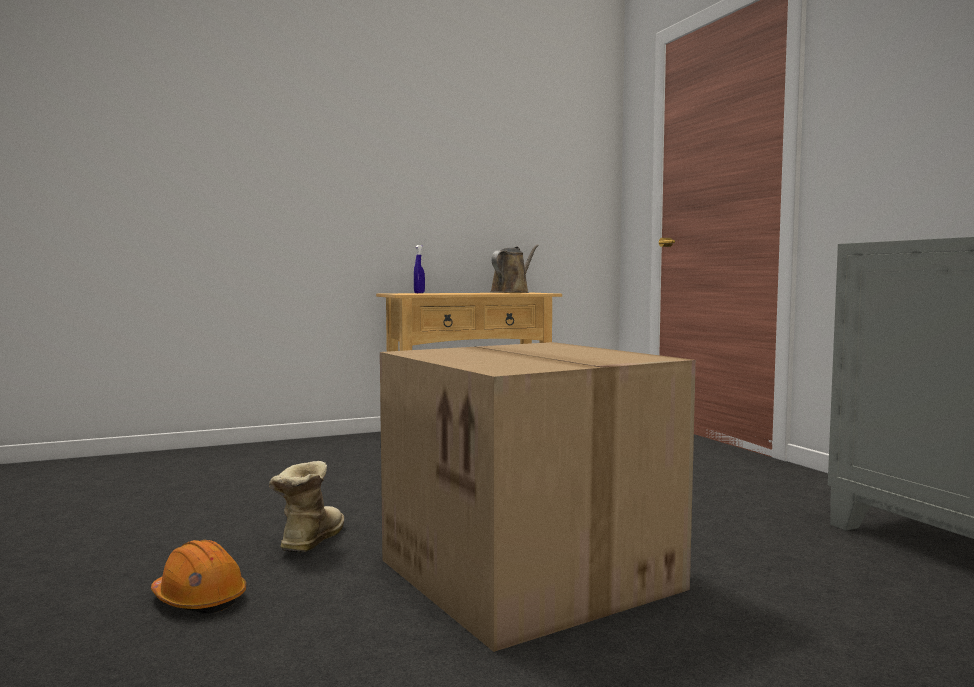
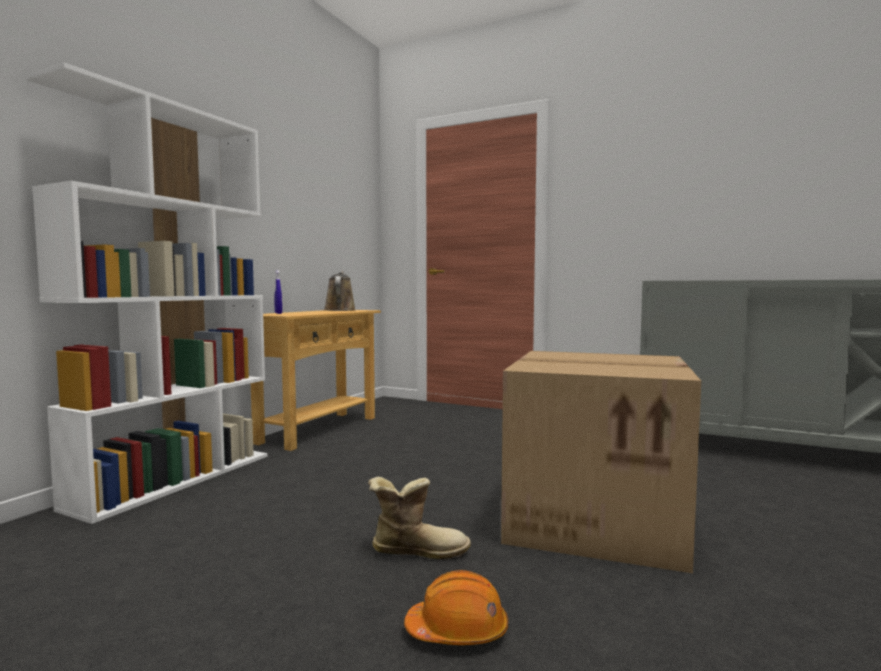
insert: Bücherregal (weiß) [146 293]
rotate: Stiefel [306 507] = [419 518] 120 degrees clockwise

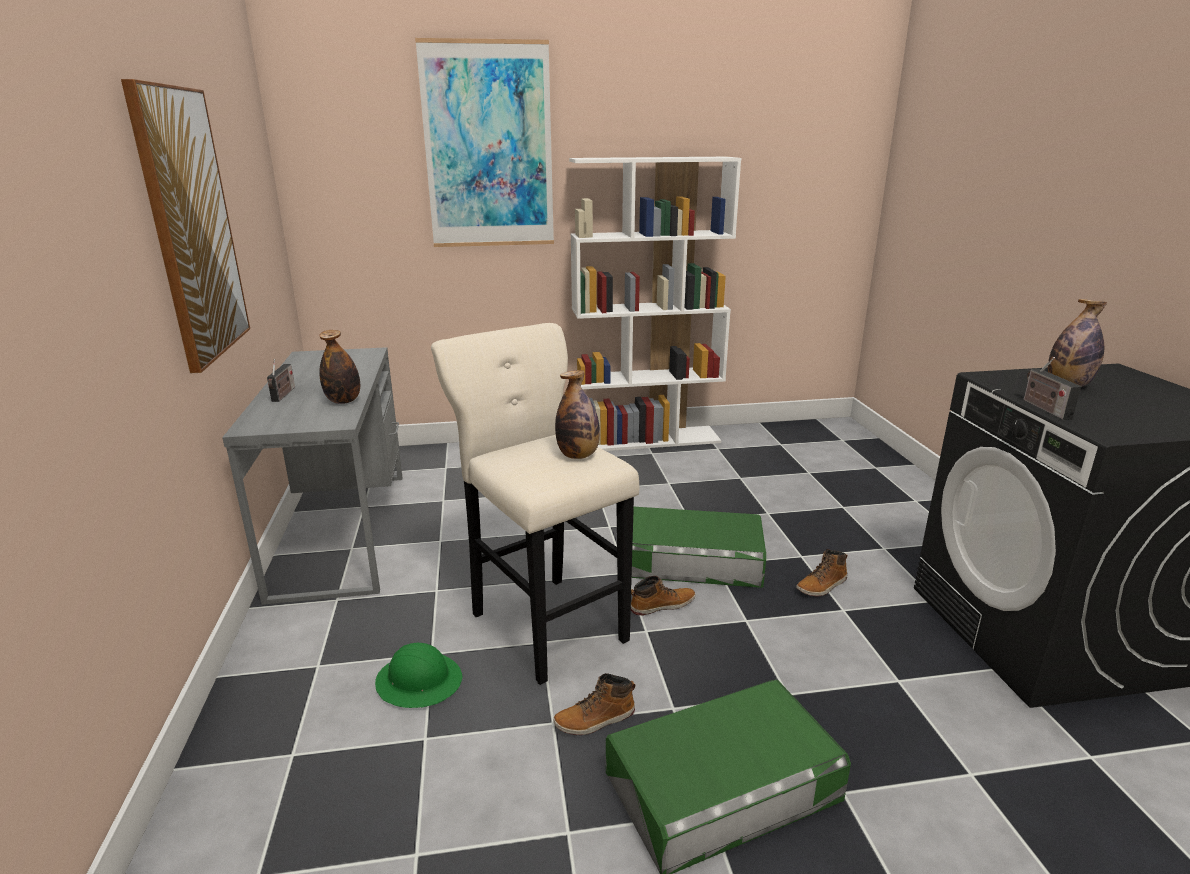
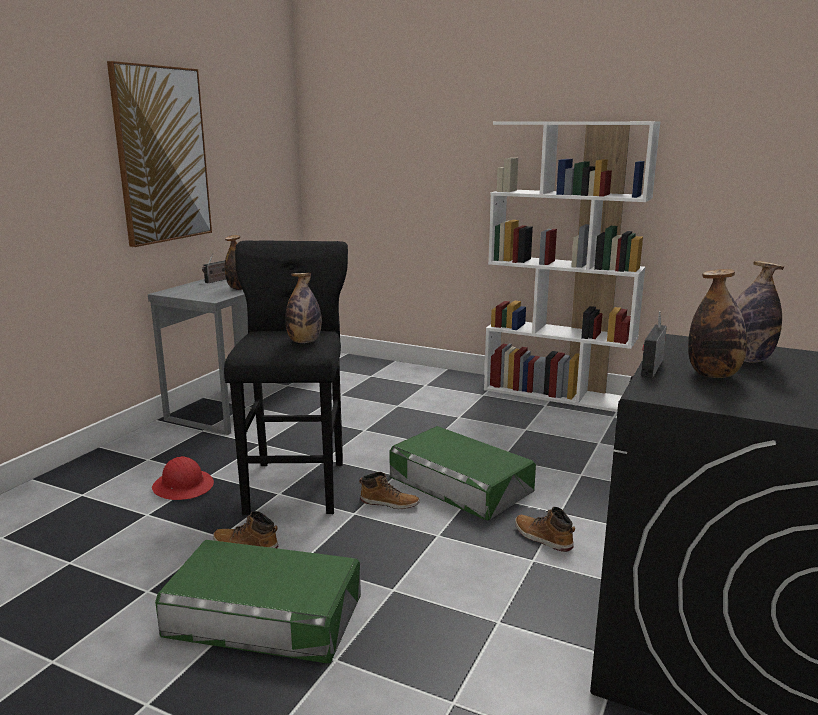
delete: Bild [484 142]
insert: Flasche [717 323]
recolor: Schutzhelm (grün) [418 675] to Schutzhelm (rot) [183 478]; Hocker (beige) [535 504] to Hocker (schwarz) [286 377]
rotate: Stiefel [821 572] = [545 529] 45 degrees clockwise

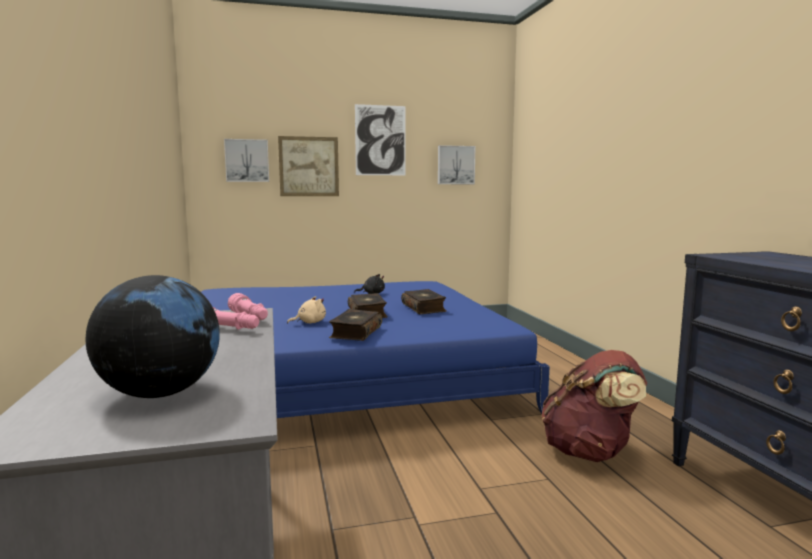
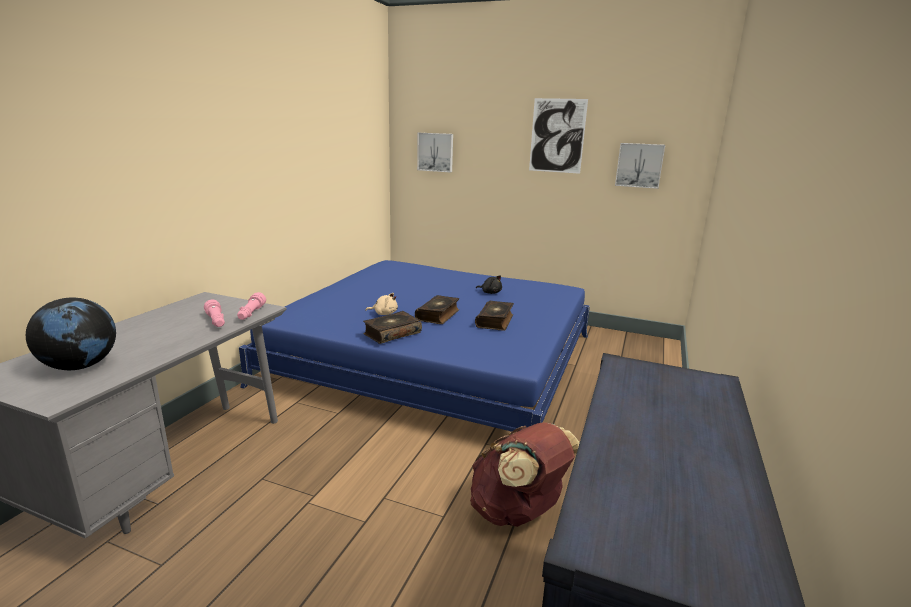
delete: Bild [308 166]

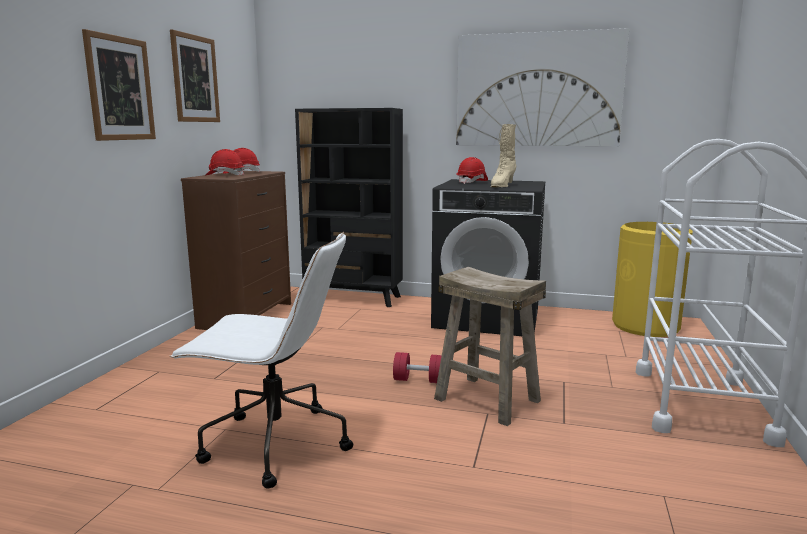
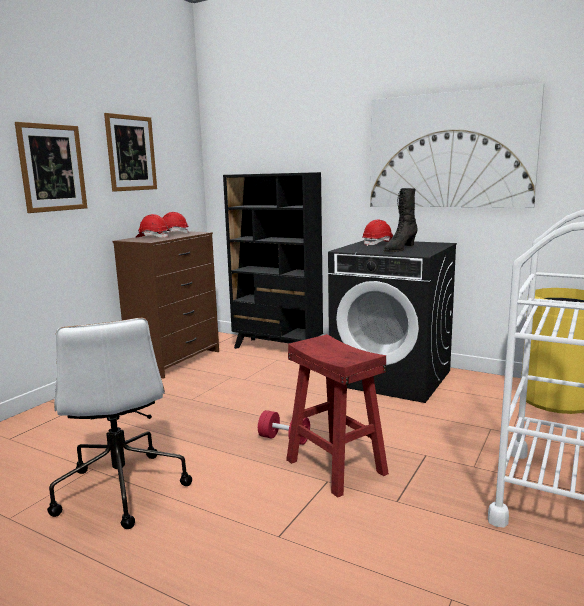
recolor: Hocker (beige) [490 346] to Hocker (rot) [337 416]; Stiefel (beige) [503 155] to Stiefel (schwarz) [401 220]
rotate: Bürostuhl (weiß) [261 360] = [119 423] 45 degrees clockwise

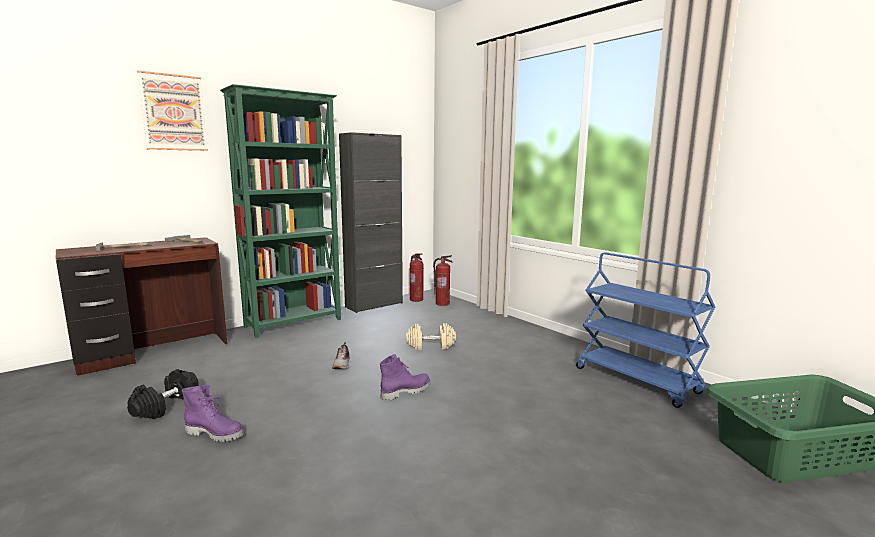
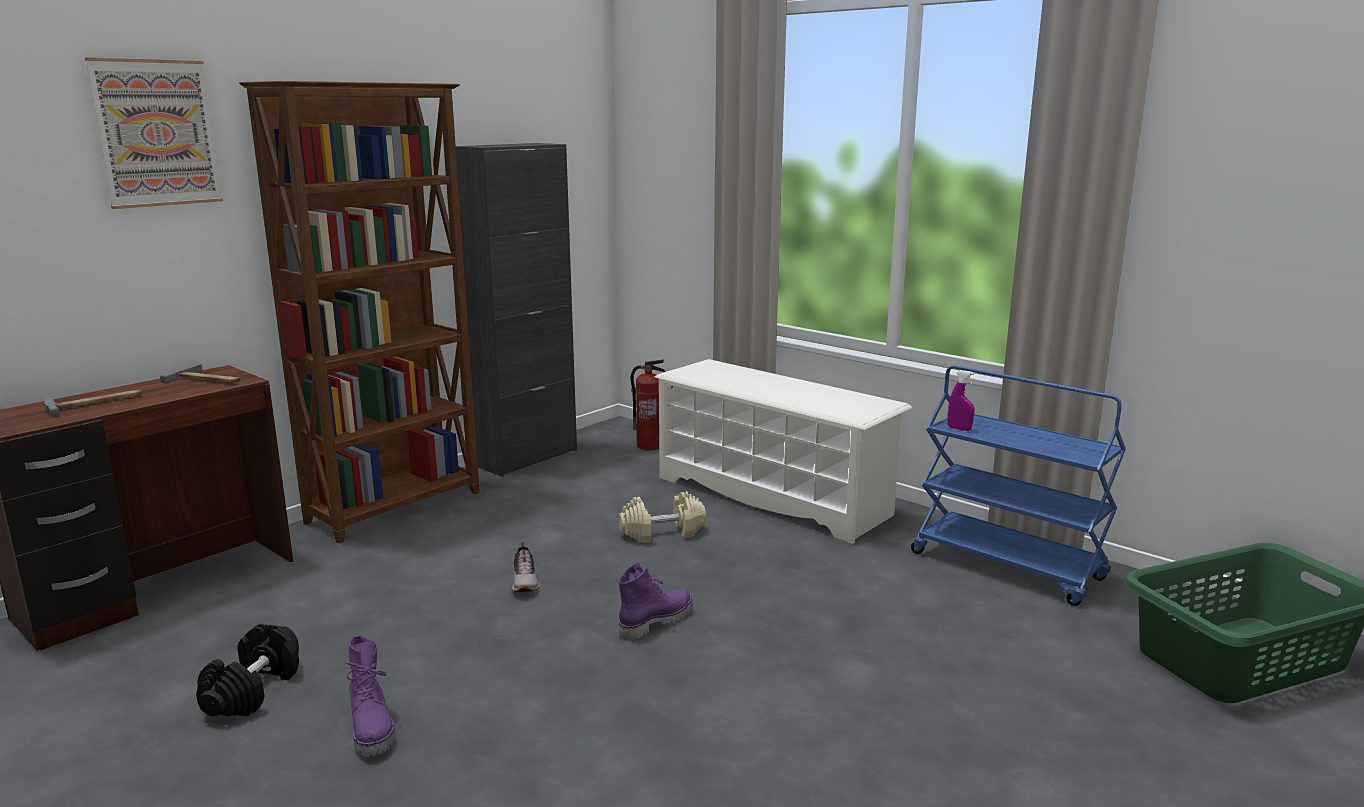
delete: Feuerlöscher [416 277]
insert: Schuhregal (weiß) [783 451]; Sprühflasche (lila) [961 400]
recolor: Bücherregal (grün) [280 211] to Bücherregal (braun) [359 312]
rotate: Stiefel (lila) [212 413] = [370 695] 60 degrees clockwise

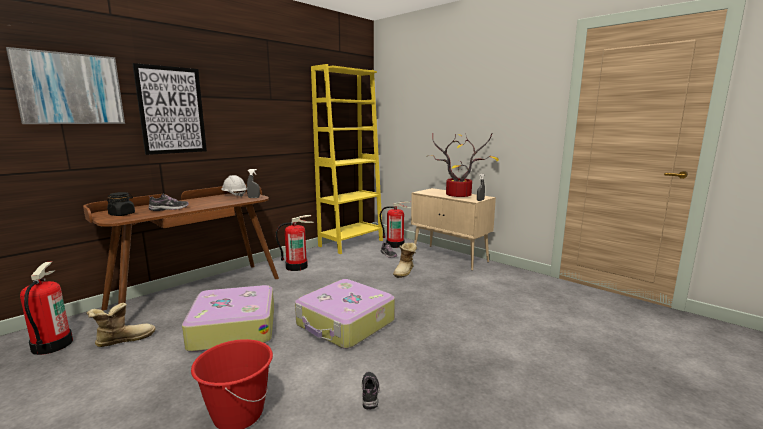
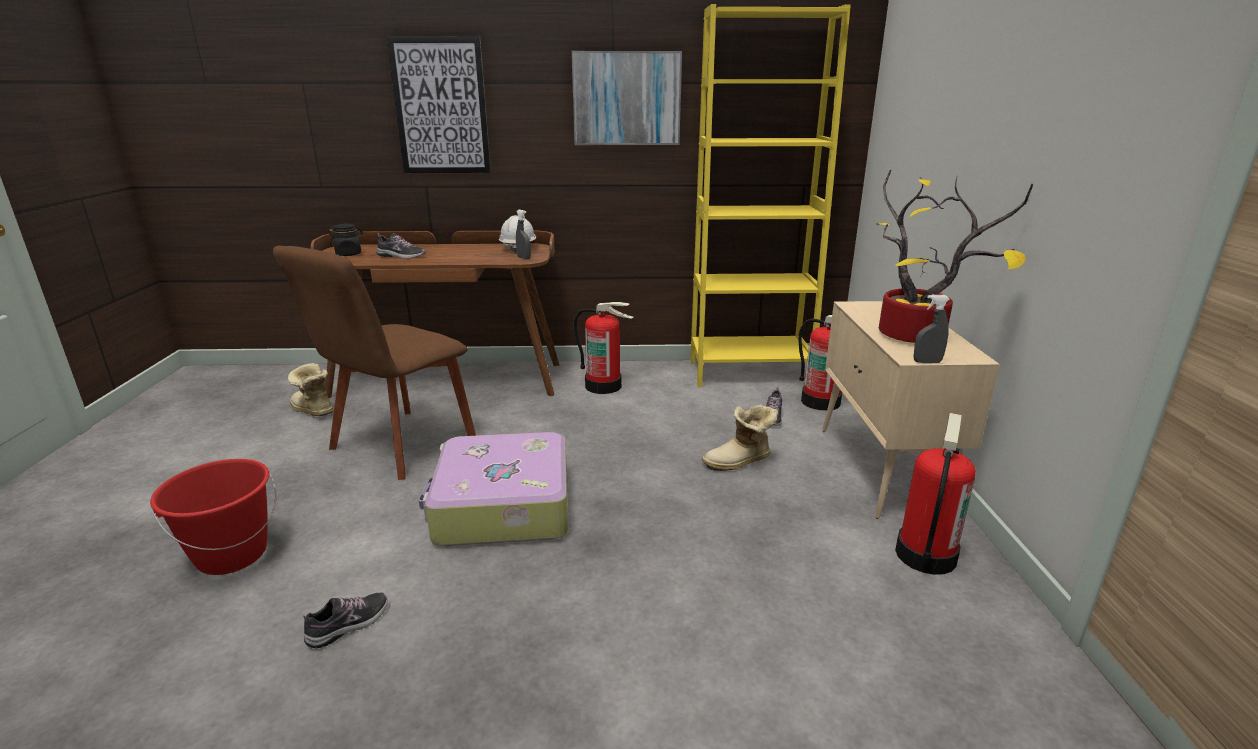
move: Bild [65 85] to [627 98]; Feuerlöscher [46 308] to [935 494]
replace: Koffer [228 318] to Stuhl (braun) [374 363]
rotate: Stiefel [121 325] = [310 389] 150 degrees counterclockwise

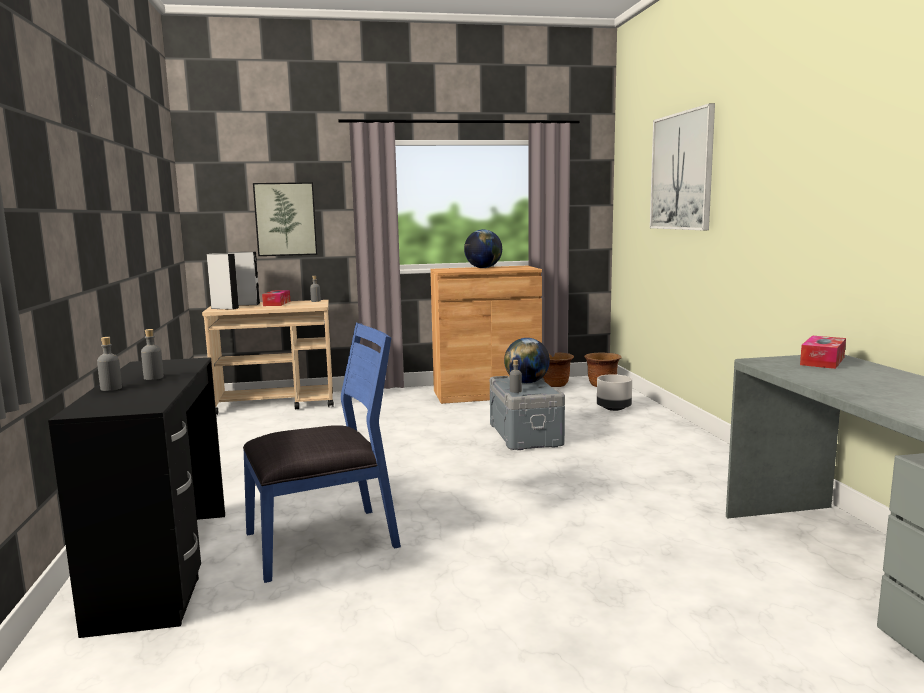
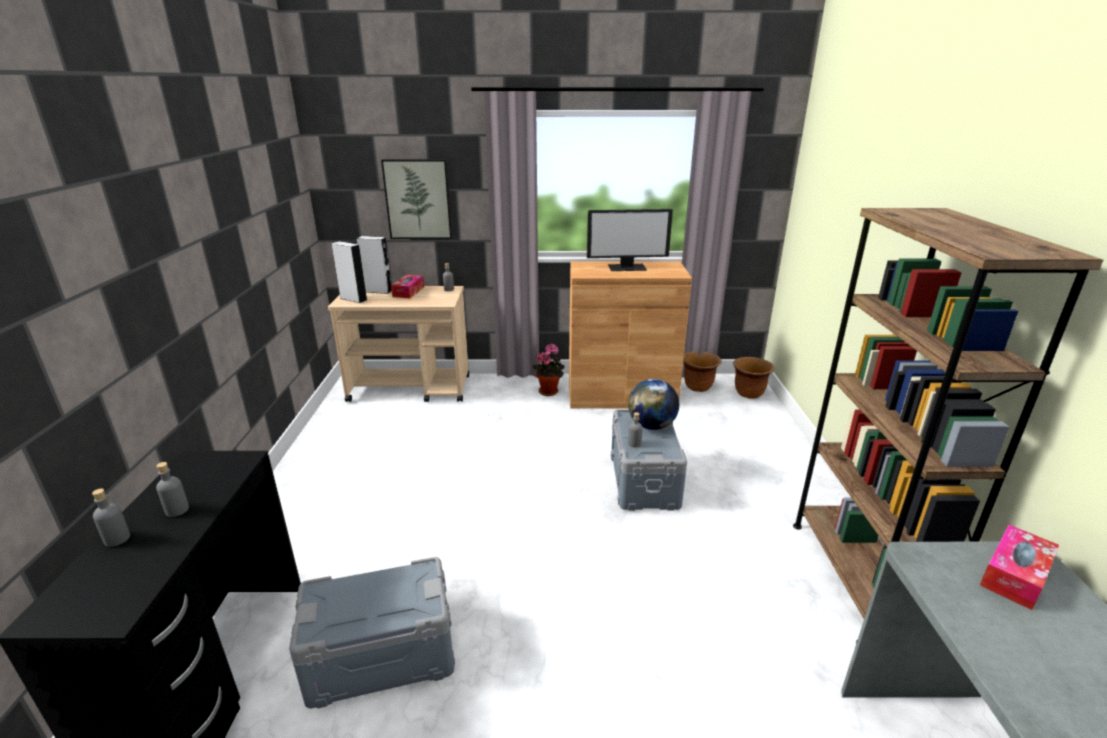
delete: Pflanzkübel (grau) [614 392]; Bild [682 166]
insert: Topfpflanze [548 369]; Bücherregal (braun) [948 425]
replace: Stuhl (blau) [322 453] to Aufbewahrungsbox (grau) [372 632]; Globus [483 248] to Monitor [630 240]

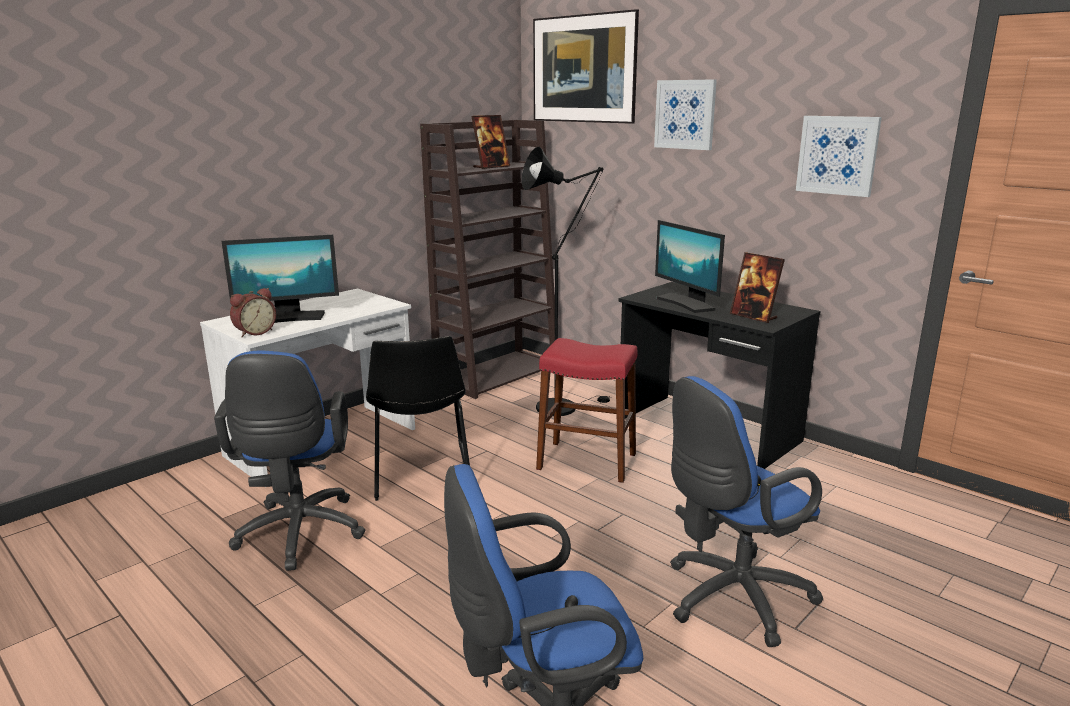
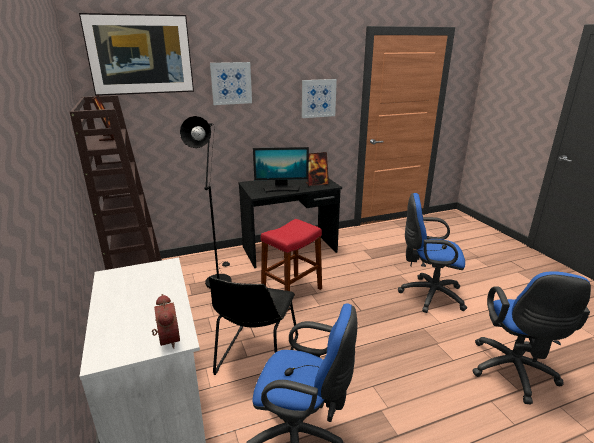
delete: Monitor [280 279]
rotate: Stuhl (schwarz) [418 418] = [253 325] 90 degrees clockwise; Bürostuhl (blau) [746 511] = [432 253] 105 degrees clockwise

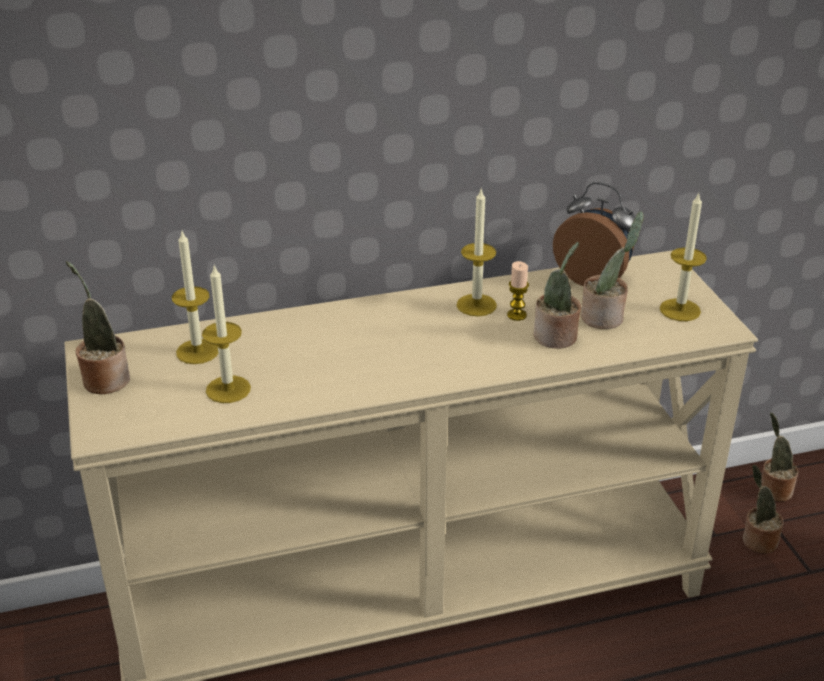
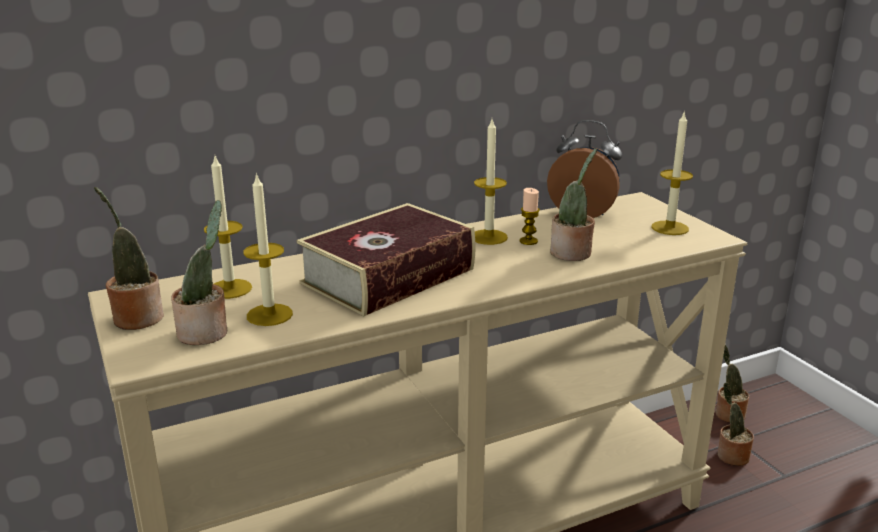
insert: Buch [386 259]
move: Topfpflanze [612 270] to [199 272]

